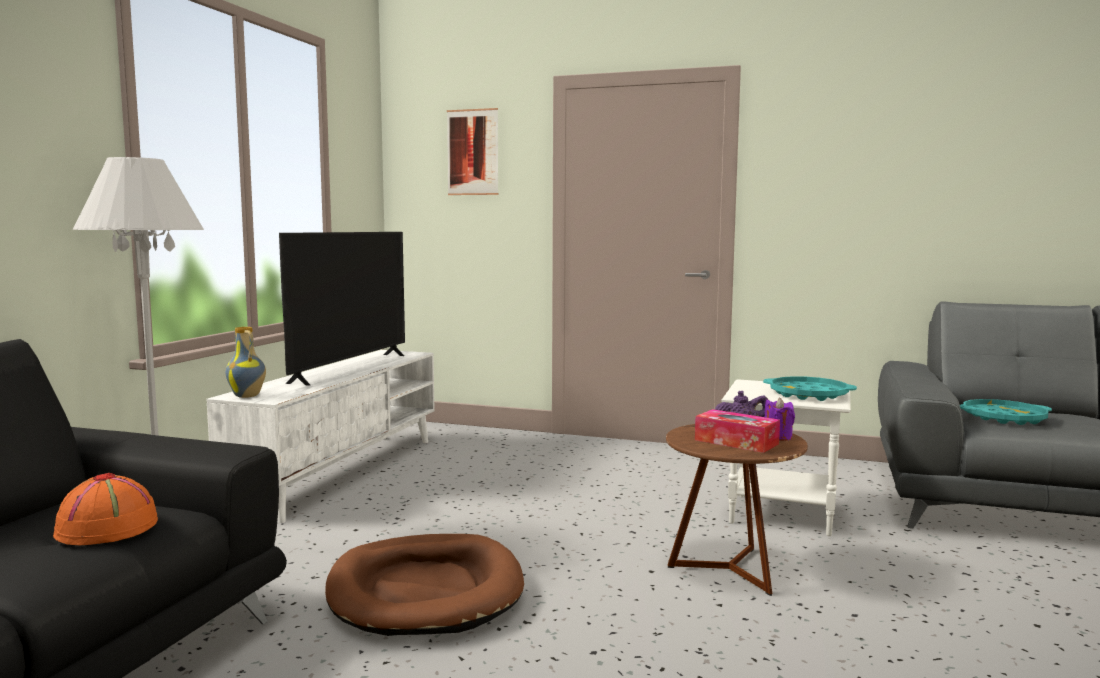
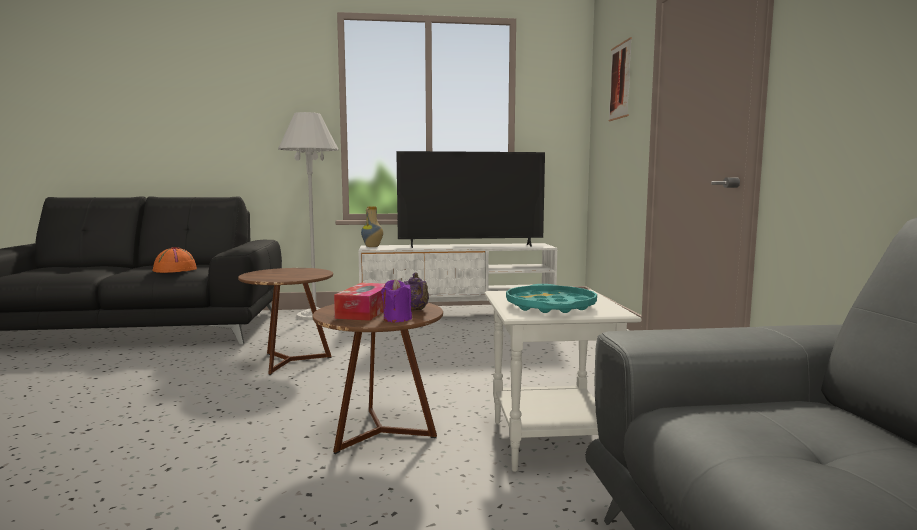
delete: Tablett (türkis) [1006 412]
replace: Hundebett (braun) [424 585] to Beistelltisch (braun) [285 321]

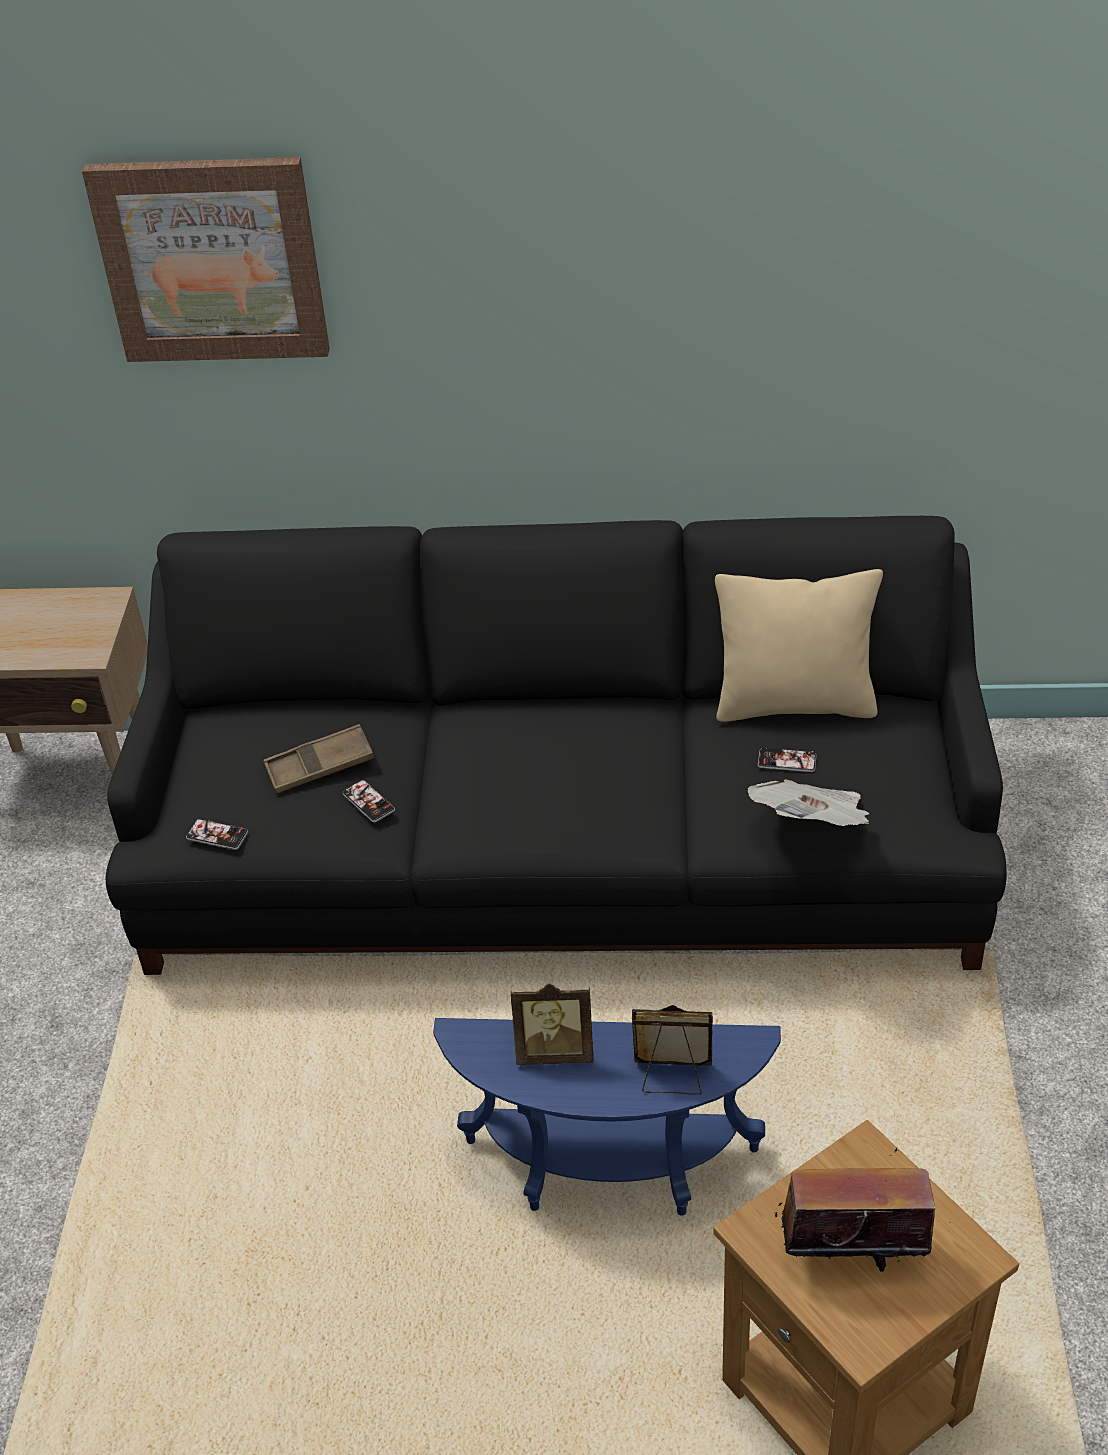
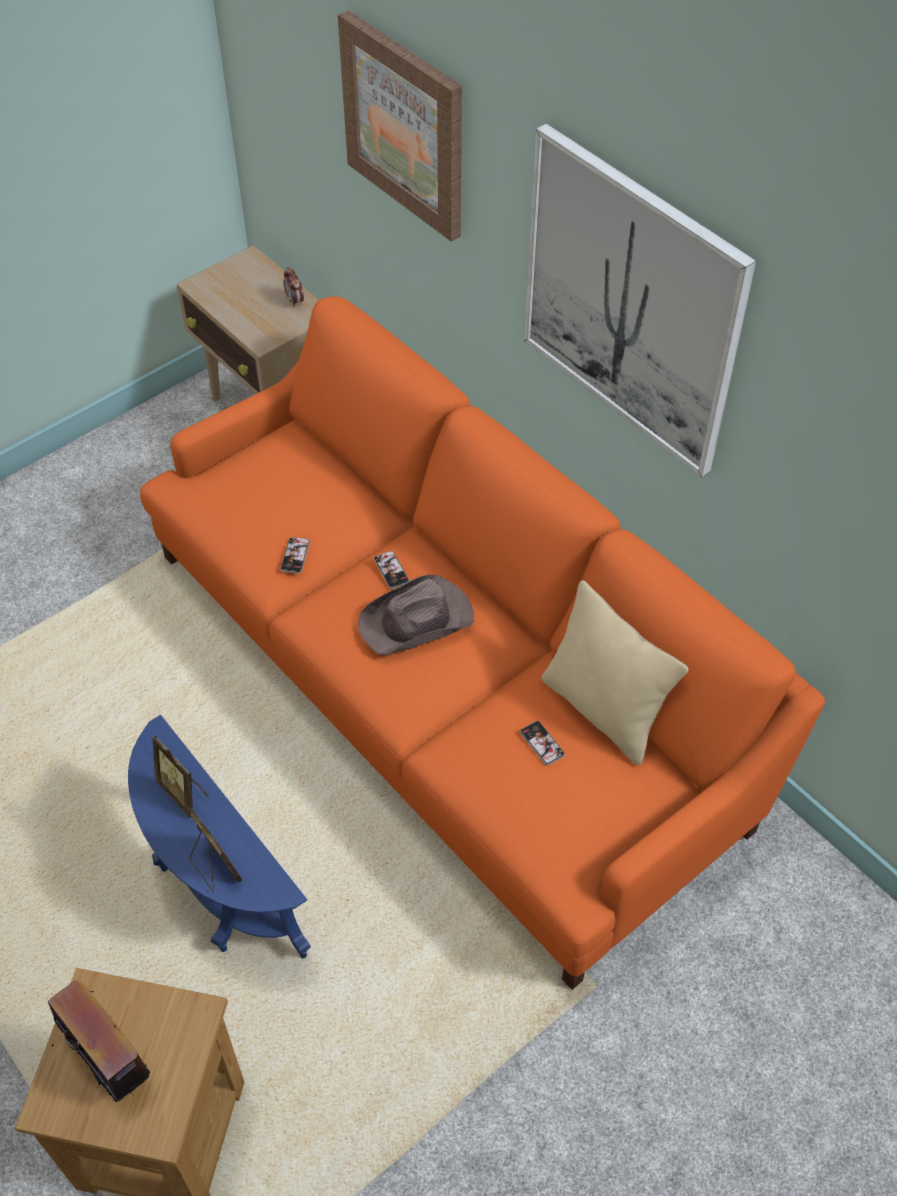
delete: Tablett (braun) [318 759]; Zeitung [809 802]
insert: Wecker [293 287]; Hut (braun) [416 615]; Bild [640 300]
move: Handy [217 834] to [391 570]
recolor: Sofa (schwarz) [556 745] to Sofa (orange) [482 643]

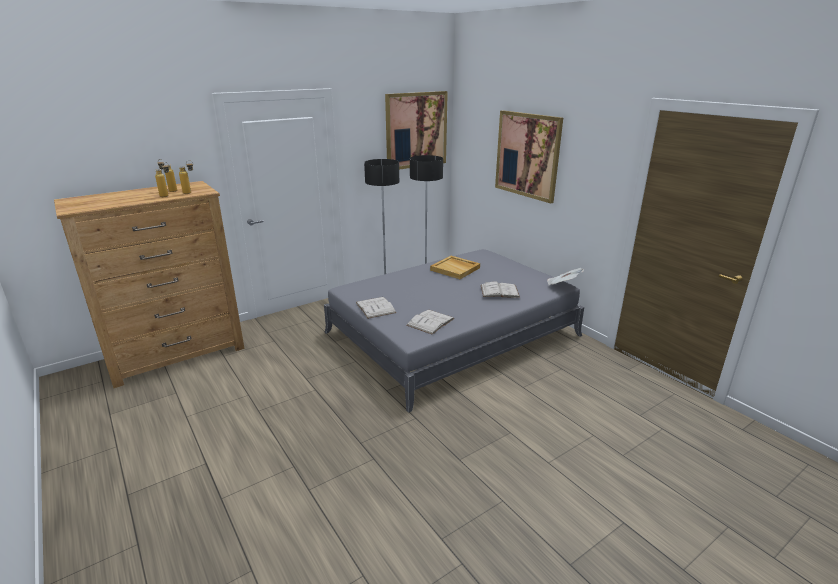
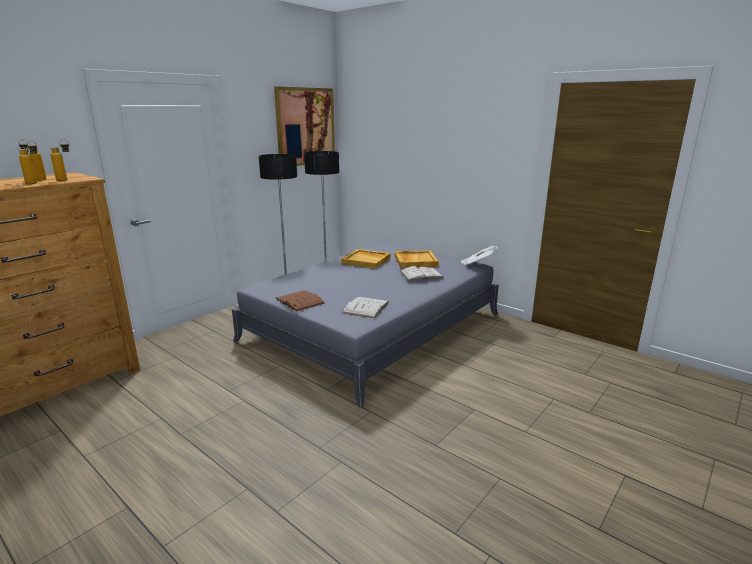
delete: Bild [529 157]
insert: Tablett (beige) [417 259]
recolor: Buch (weiß) [376 308] to Buch (braun) [300 301]

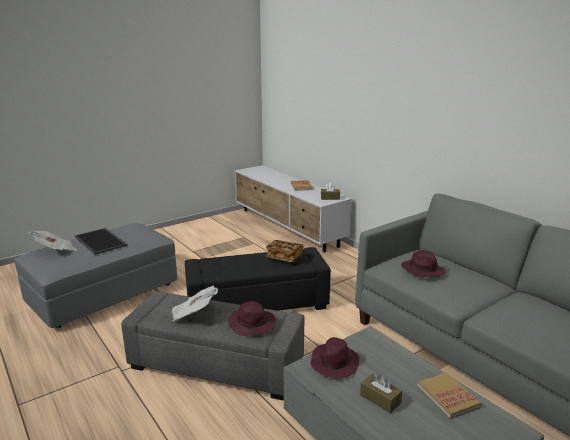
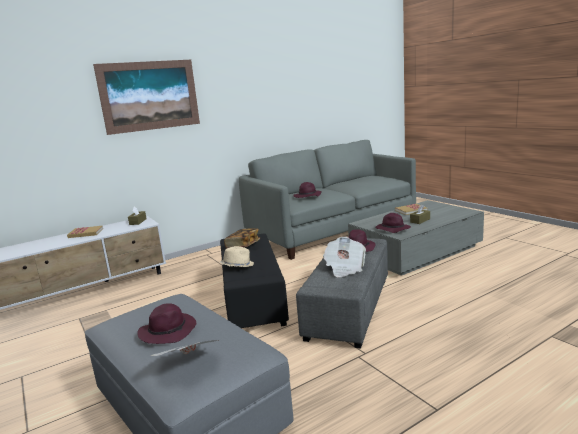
insert: Bild [146 97]; Hut (beige) [237 256]
replace: Tablett [101 241] to Hut (lila) [166 323]

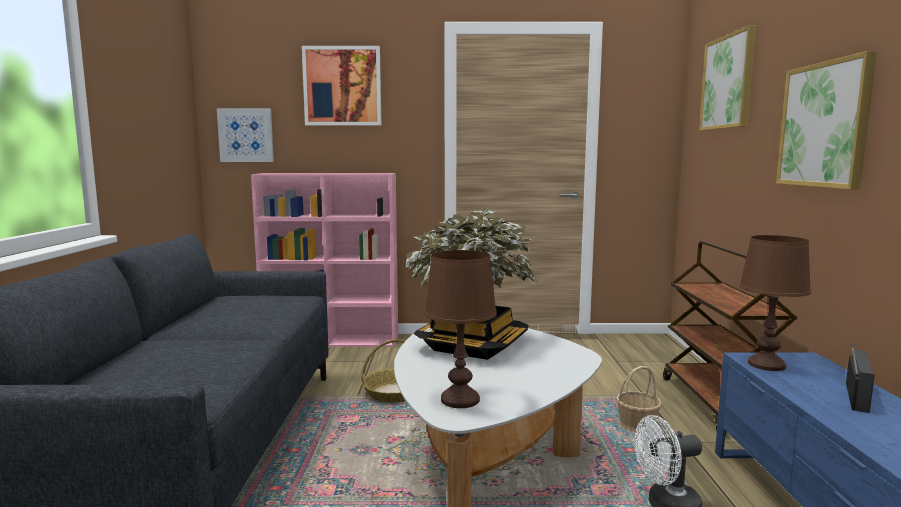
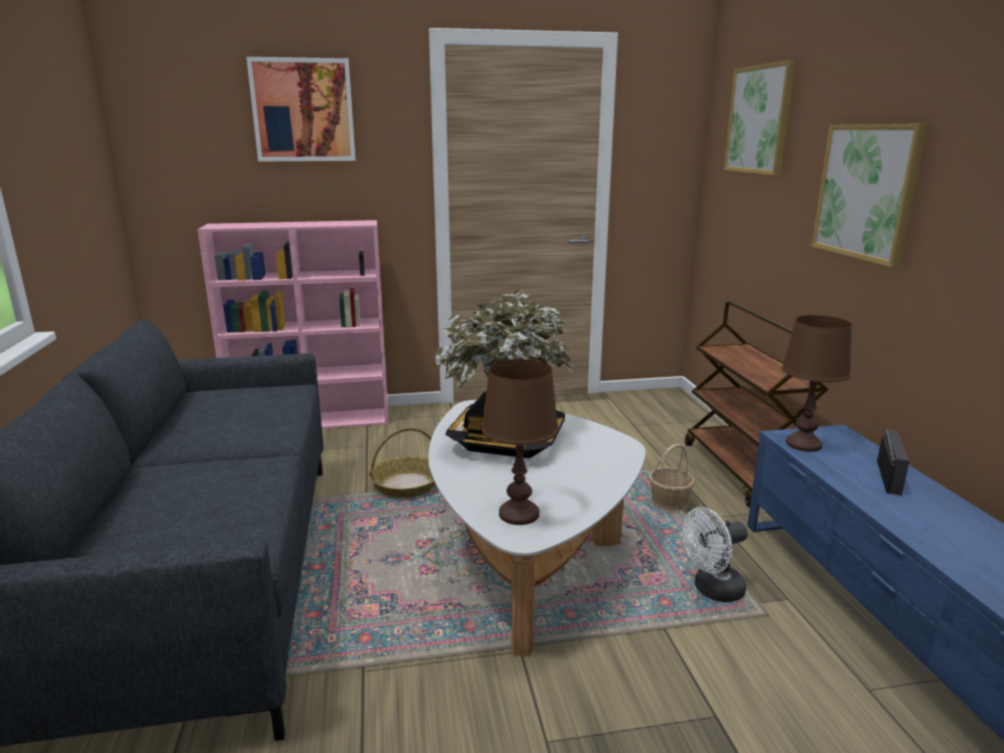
delete: Bild [245 135]

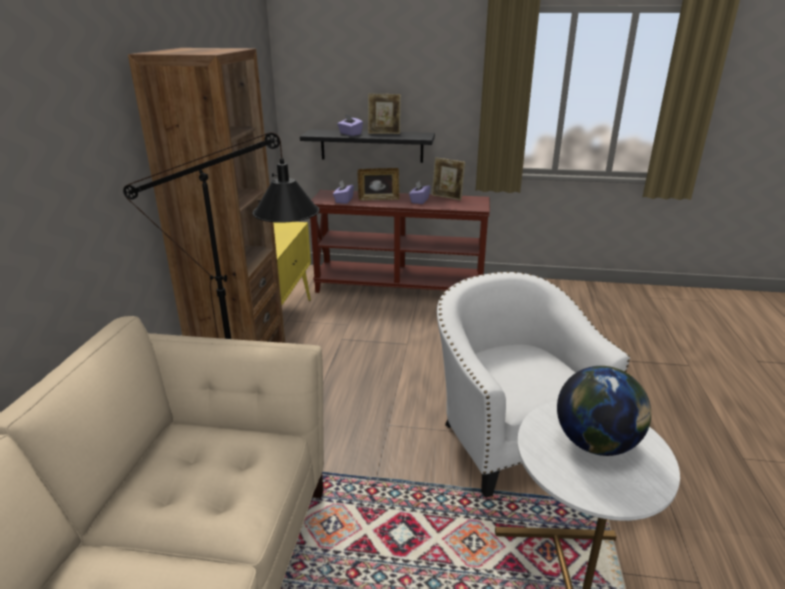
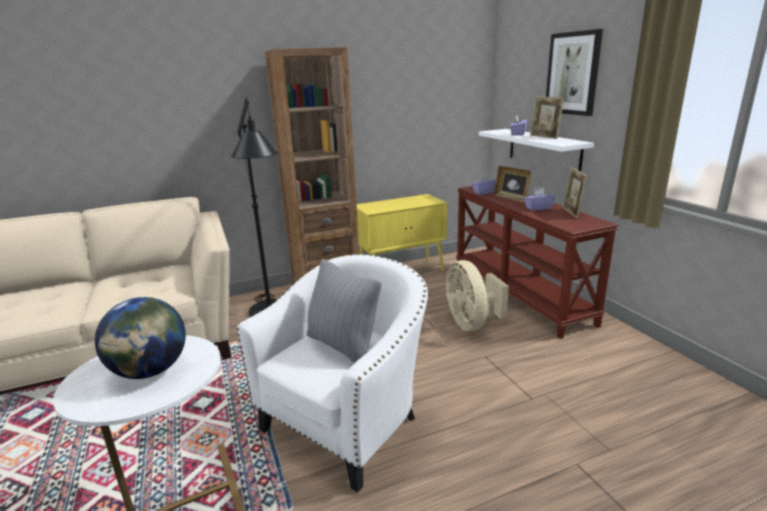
insert: Kissen (grau) [344 311]; Ventilator (beige) [477 295]; Bild [574 72]
recolor: Wandregal (schwarz) [367 146] to Wandregal (weiß) [536 150]

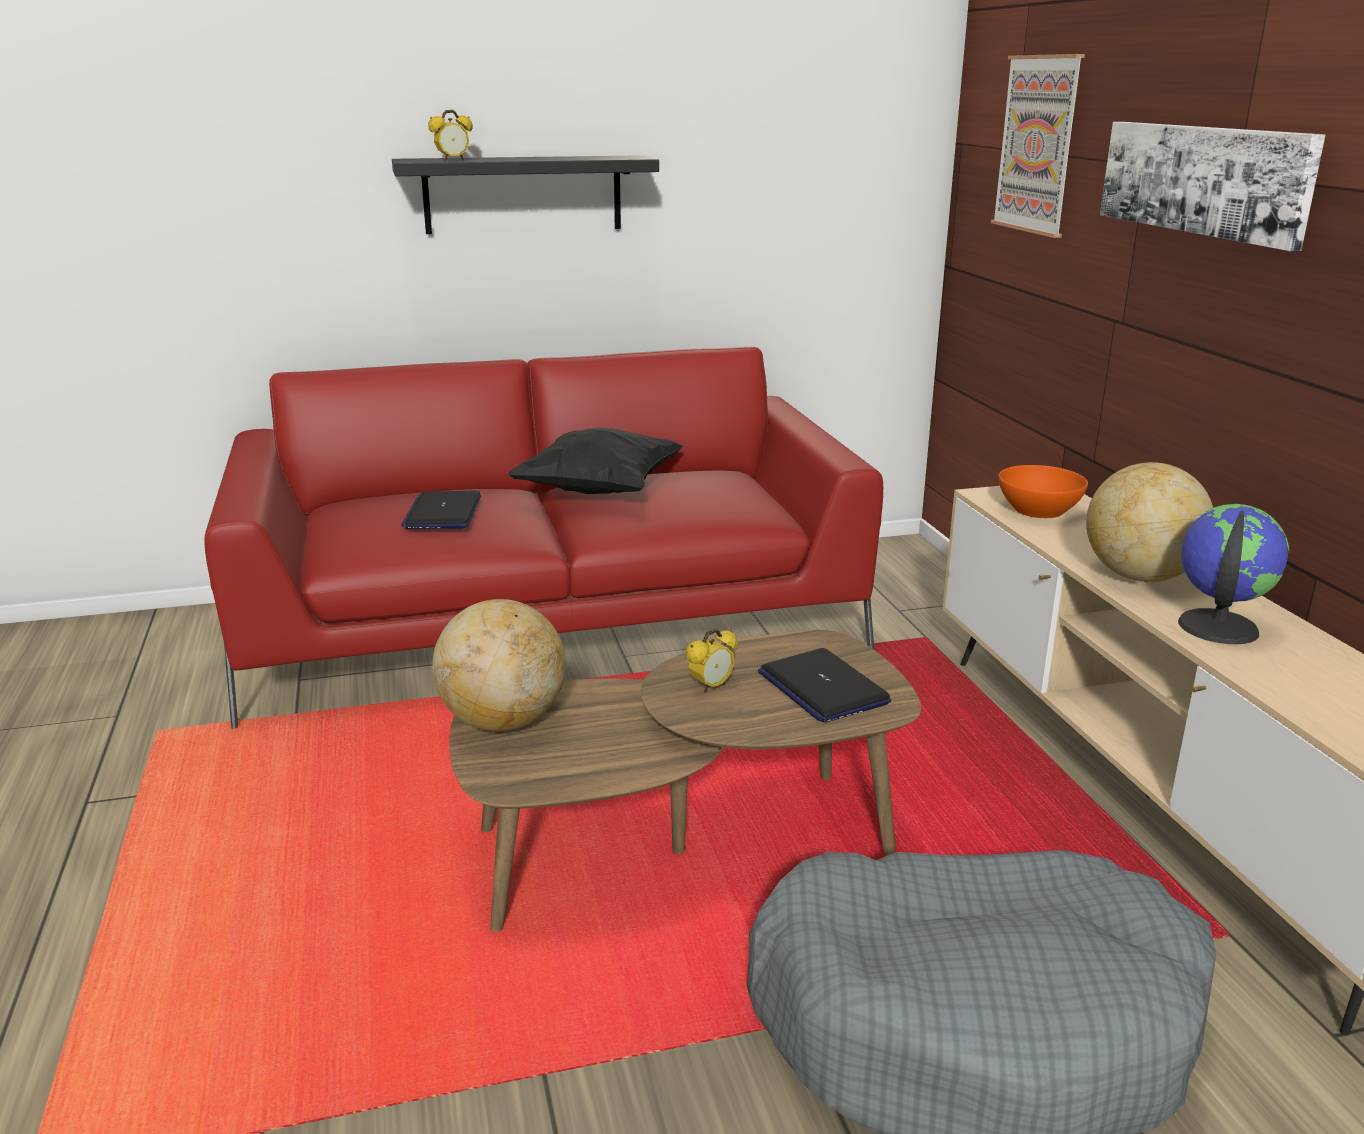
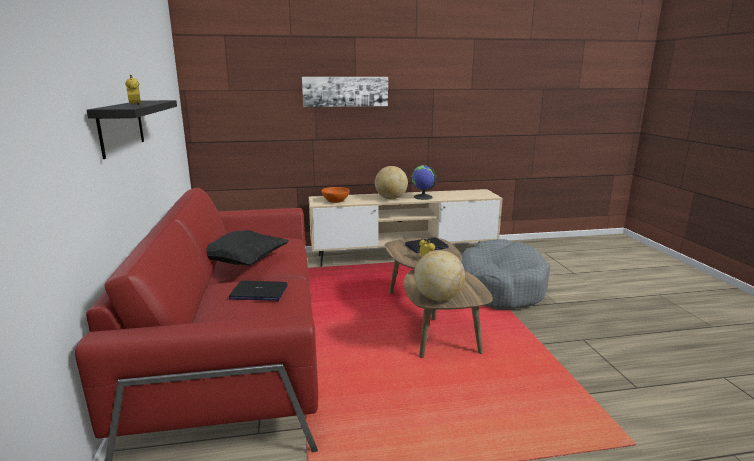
delete: Bild [1038 146]

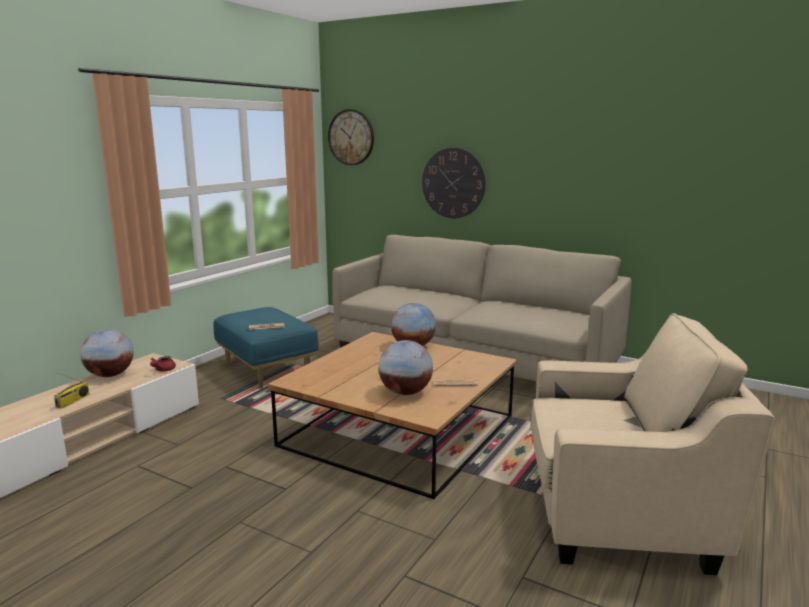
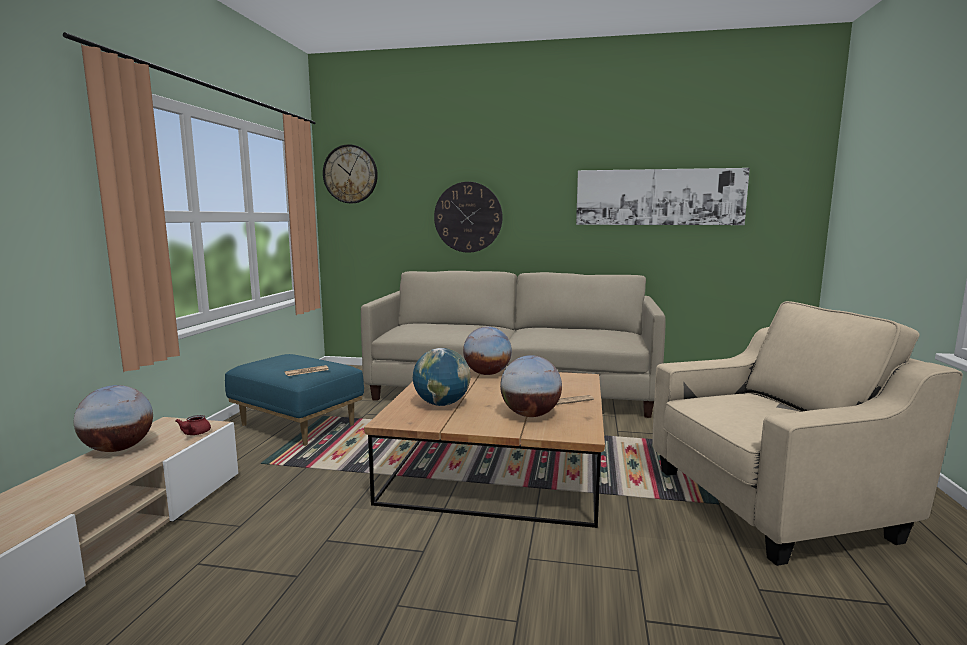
delete: Radio [72 391]
insert: Globus [442 377]; Bild [663 196]

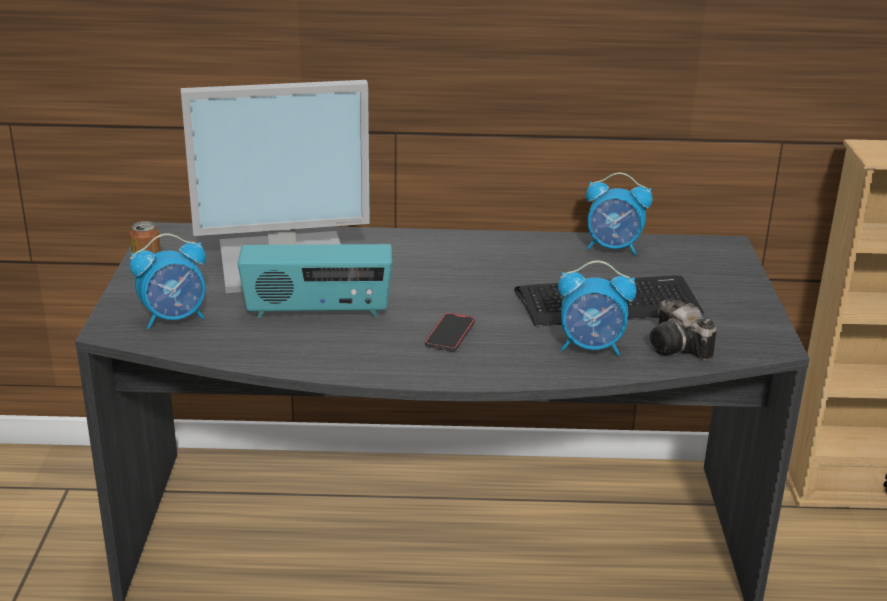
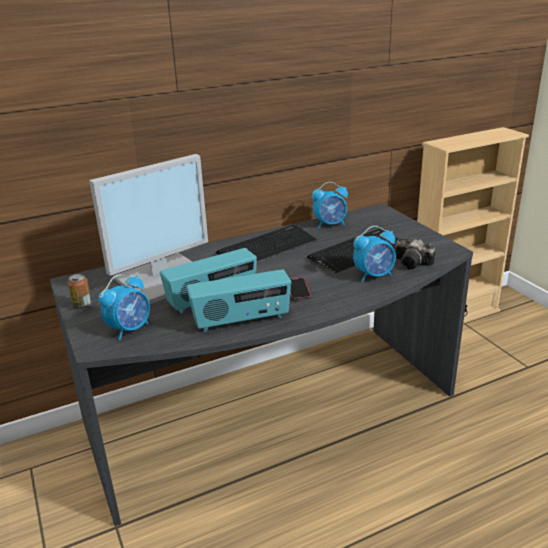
insert: Radio [238 300]; Tastatur [266 243]

